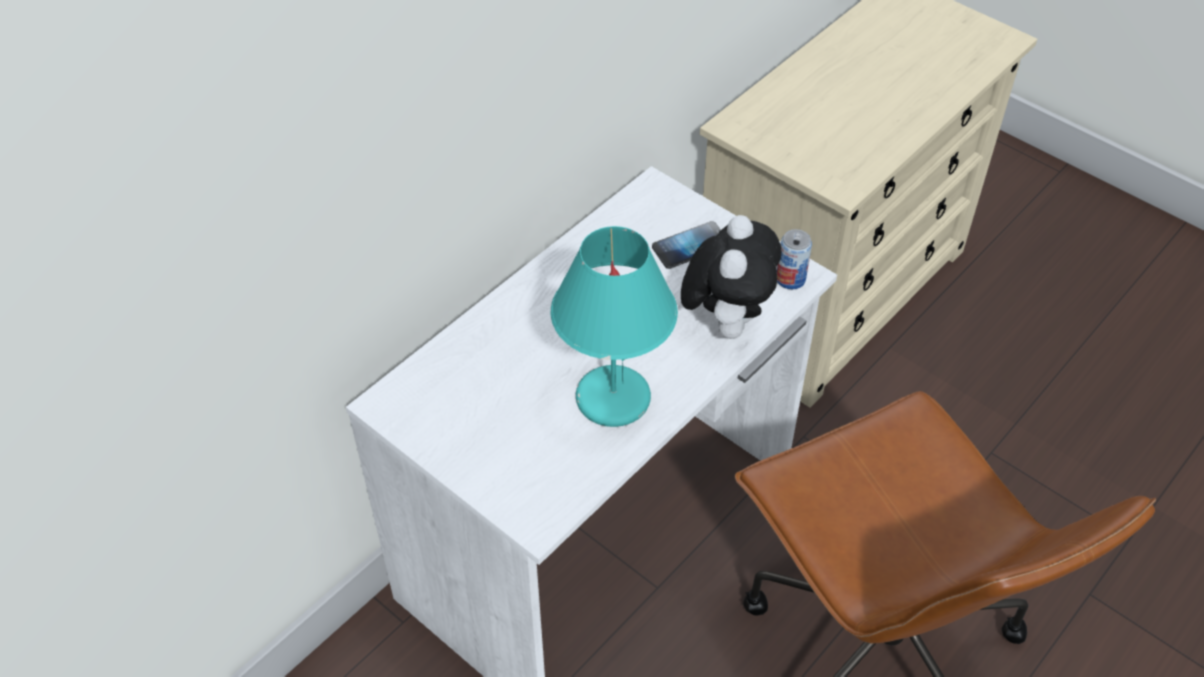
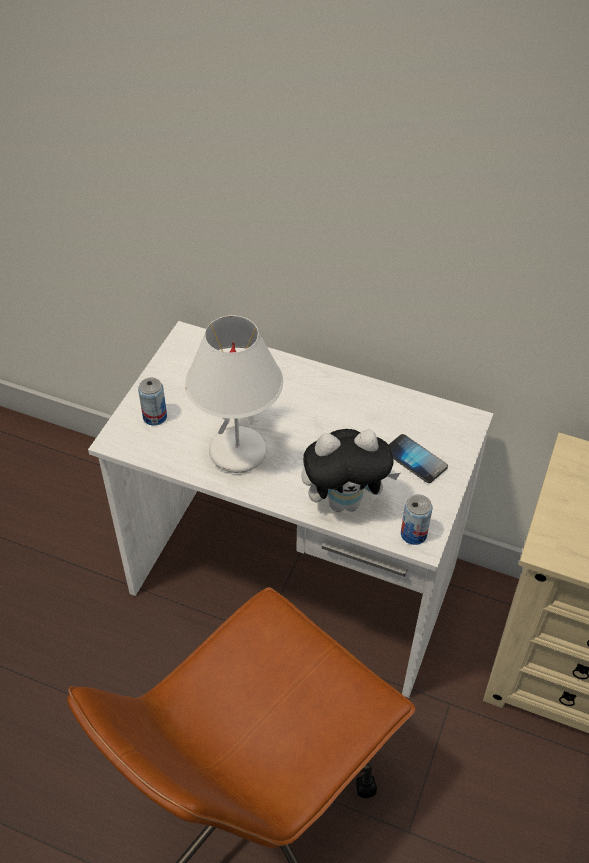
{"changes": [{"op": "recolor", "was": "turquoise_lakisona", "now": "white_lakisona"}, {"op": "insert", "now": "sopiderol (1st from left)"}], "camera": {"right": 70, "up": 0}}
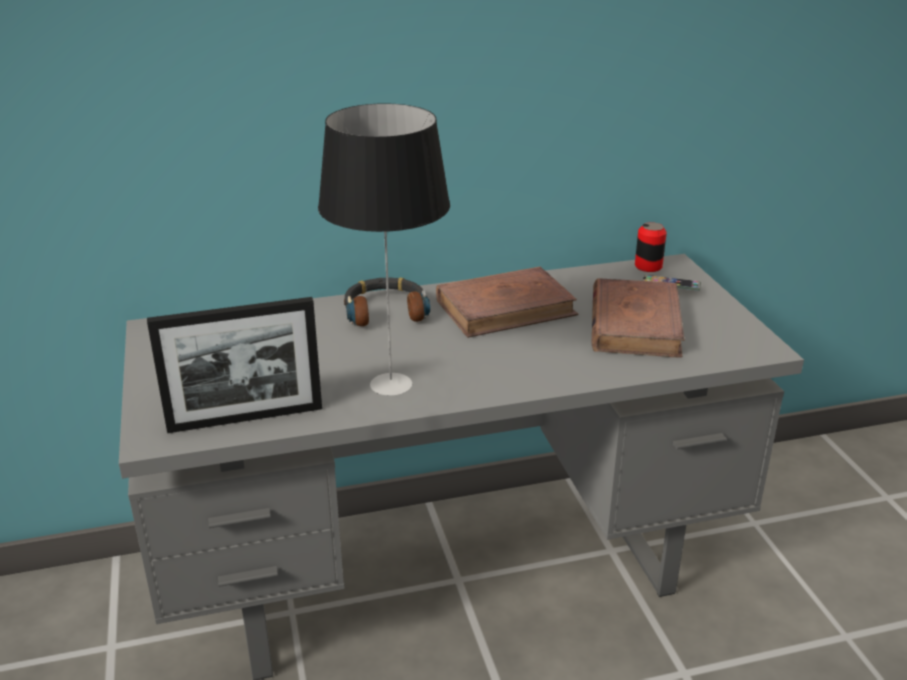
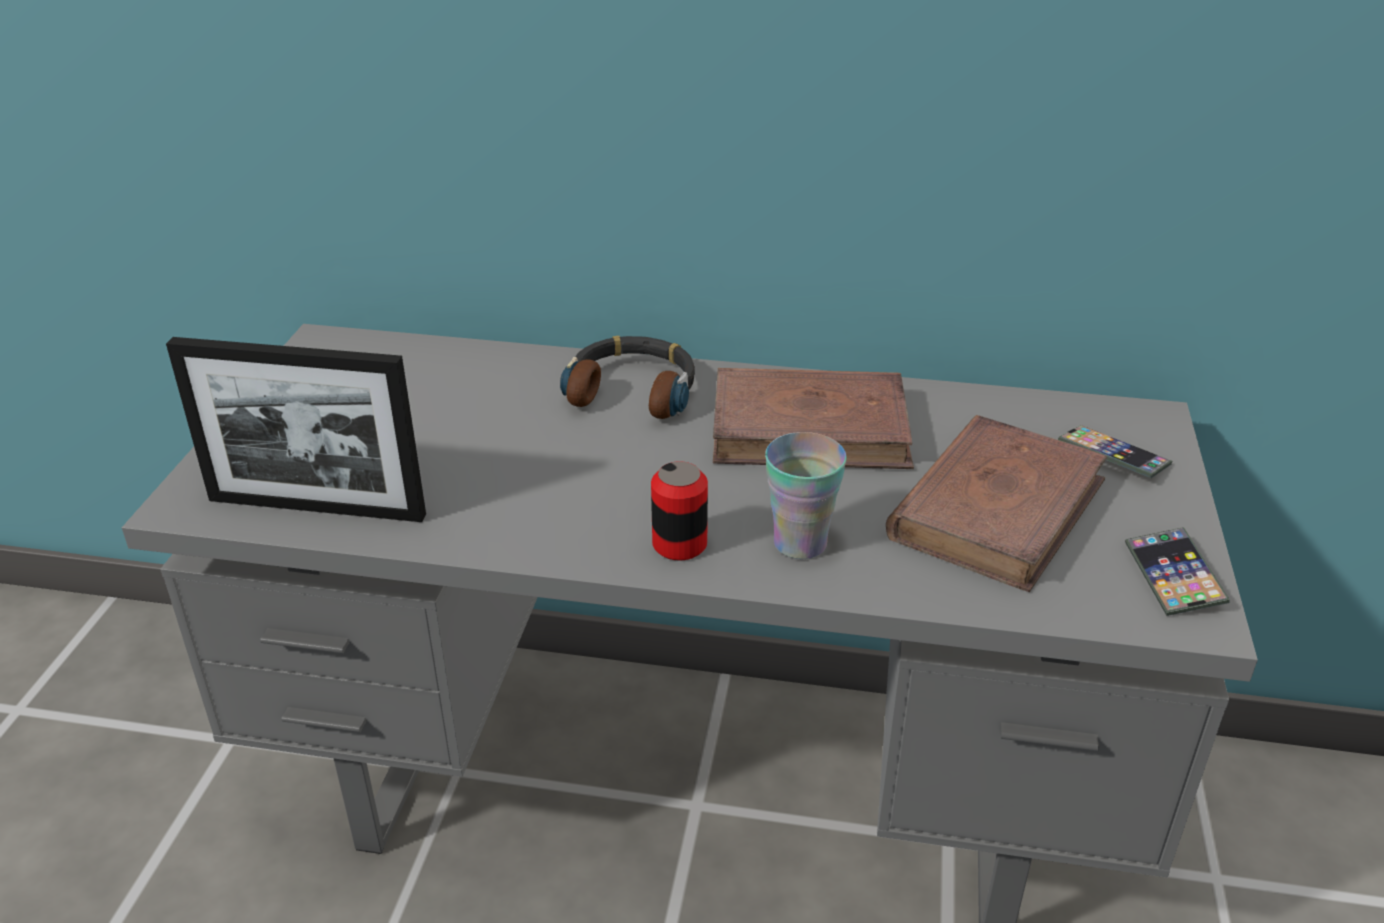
{"changes": [{"op": "delete", "was": "lakisona"}, {"op": "move", "was": "sopiderol"}, {"op": "insert", "now": "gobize"}, {"op": "insert", "now": "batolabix (2nd from left)"}], "camera": {"right": 25, "up": 5}}
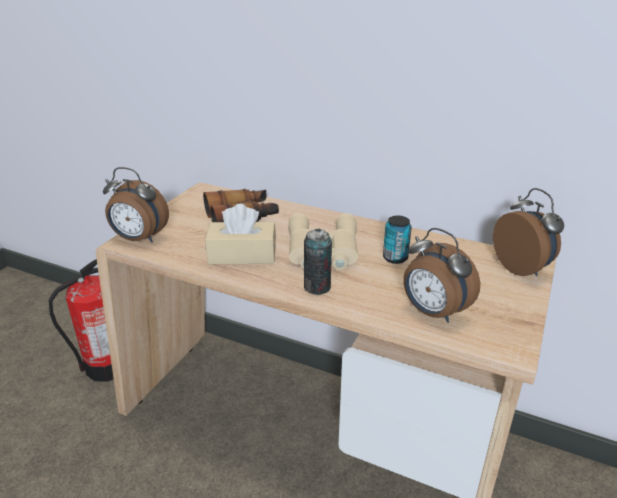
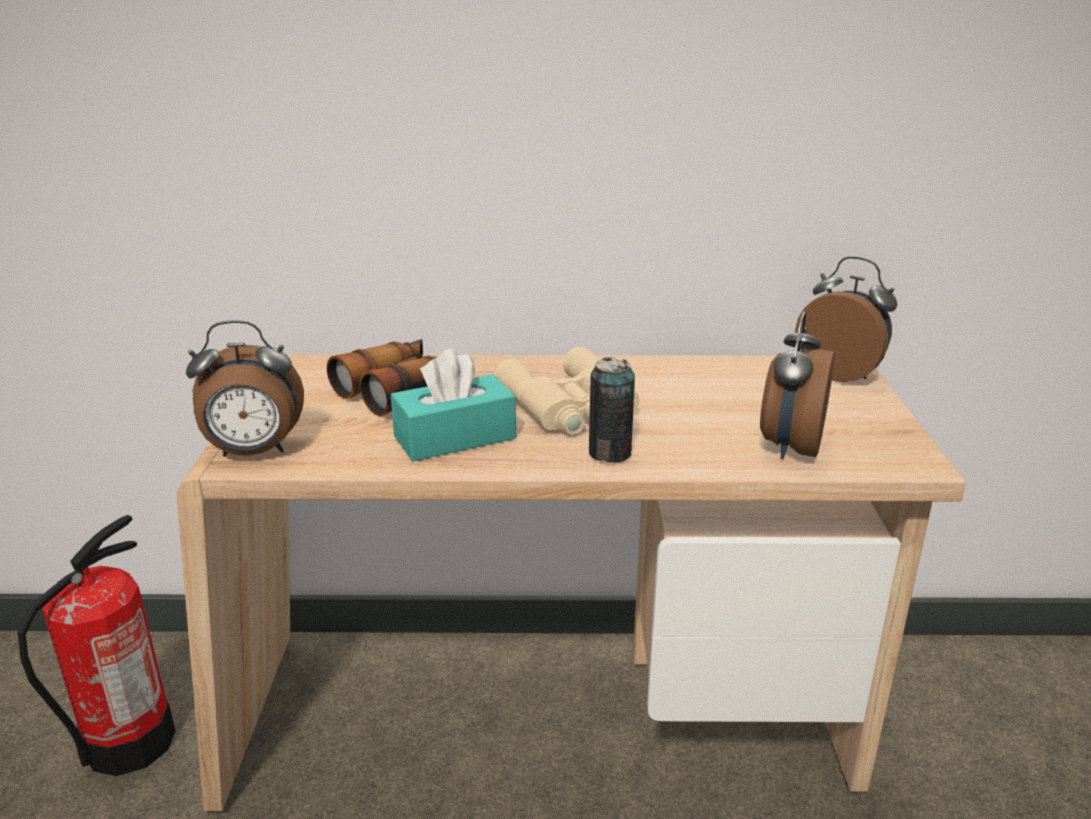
{"changes": [{"op": "recolor", "was": "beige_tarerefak", "now": "turquoise_tarerefak"}, {"op": "delete", "was": "sopiderol (2nd from left)"}, {"op": "rotate", "was": "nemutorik (2nd from left)", "clockwise": 90}], "camera": {"right": -25, "up": -5}}
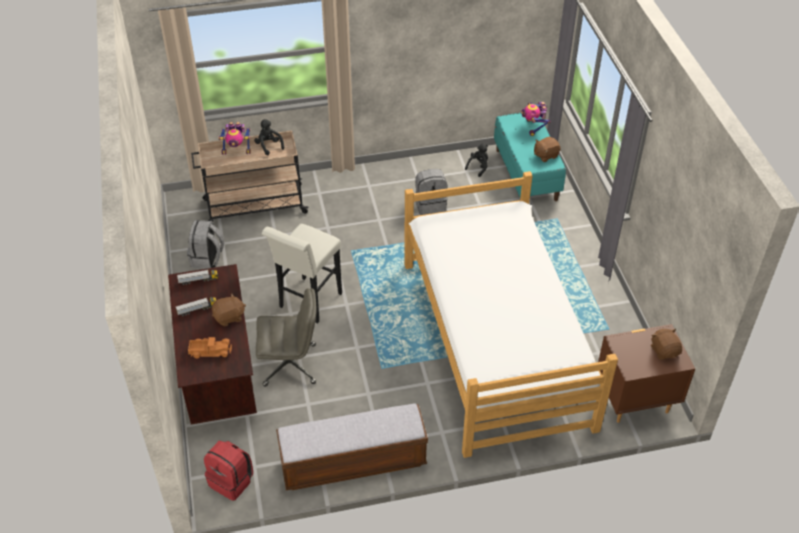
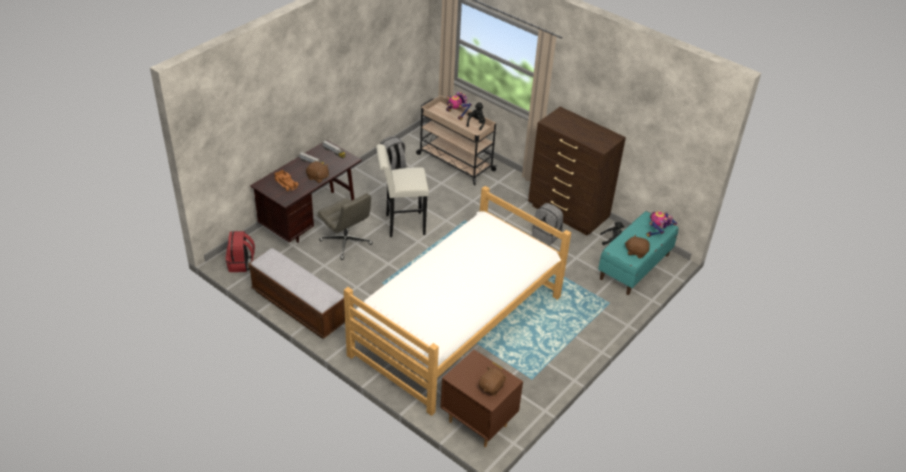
{"changes": [{"op": "insert", "now": "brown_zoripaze"}], "camera": {"right": 50, "up": -5}}
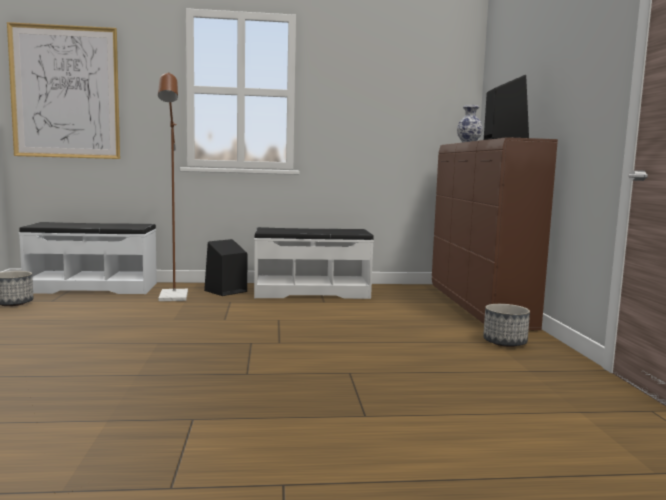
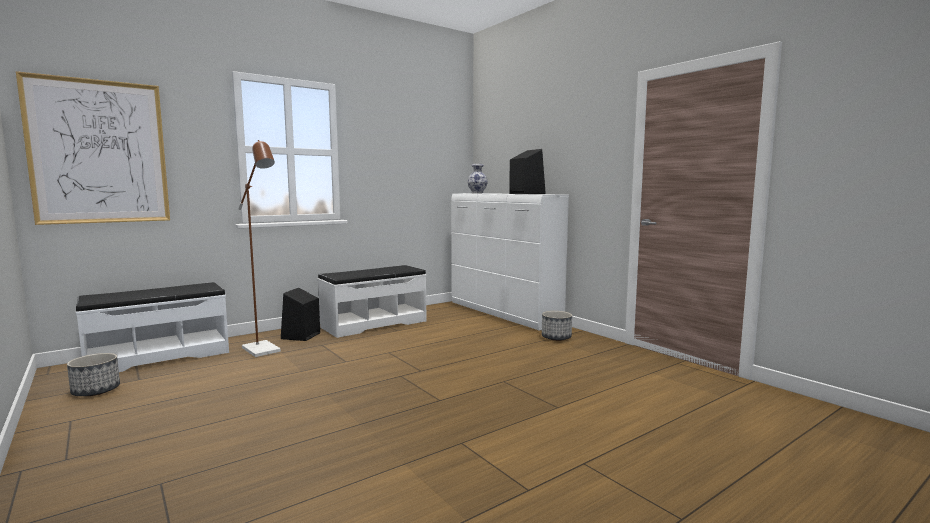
{"changes": [{"op": "recolor", "was": "brown_zoripaze", "now": "white_zoripaze"}], "camera": {"right": -30, "up": 0}}
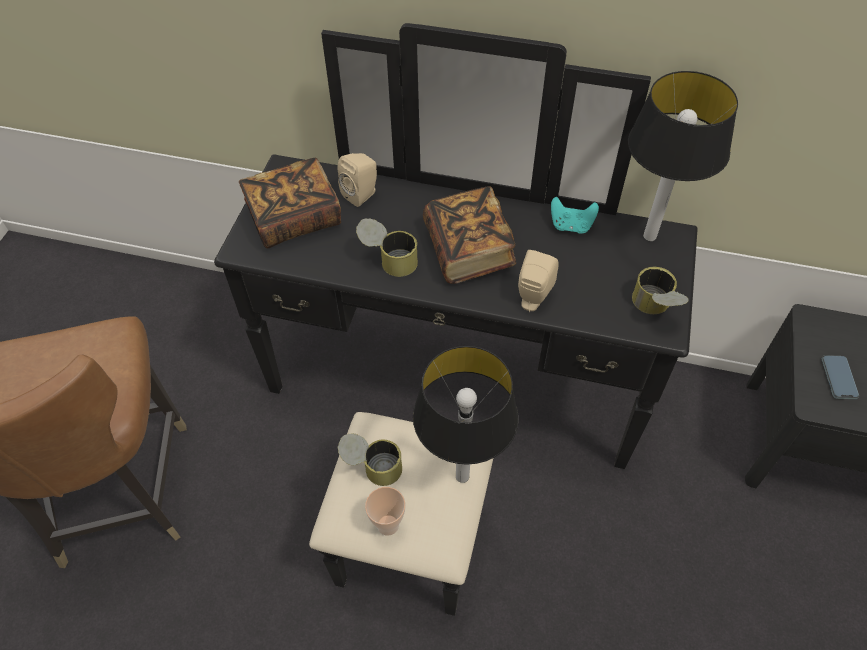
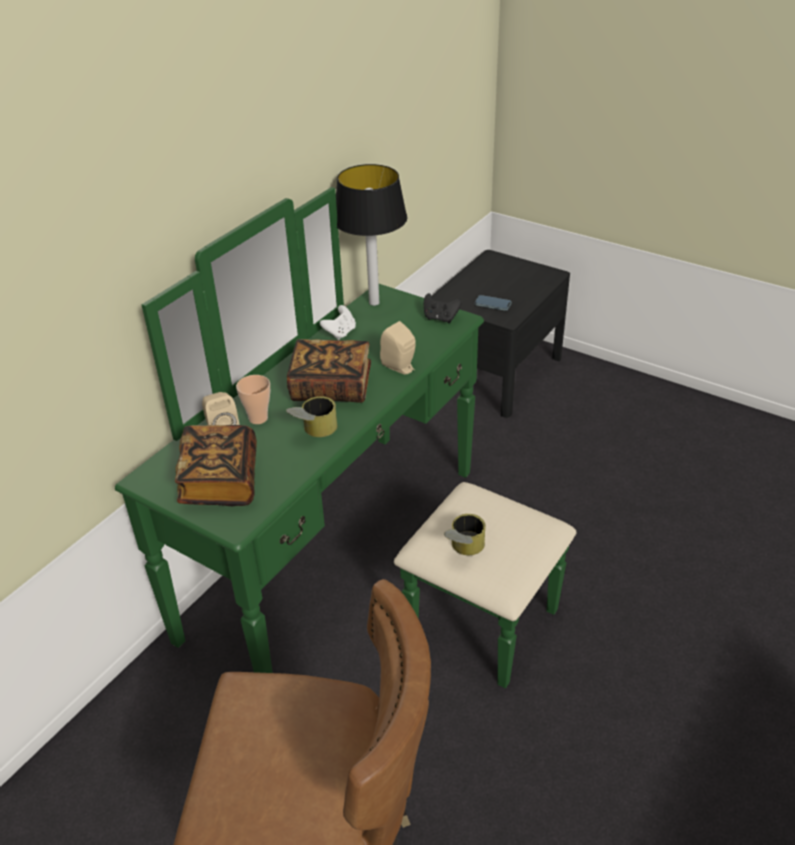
{"changes": [{"op": "recolor", "was": "black_zoripaze", "now": "green_zoripaze"}, {"op": "move", "was": "gobize"}, {"op": "delete", "was": "lakisona (1st from left)"}, {"op": "recolor", "was": "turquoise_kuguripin", "now": "white_kuguripin"}, {"op": "replace", "was": "sopiderol (3rd from left)", "now": "black_kuguripin"}], "camera": {"right": -70, "up": -15}}
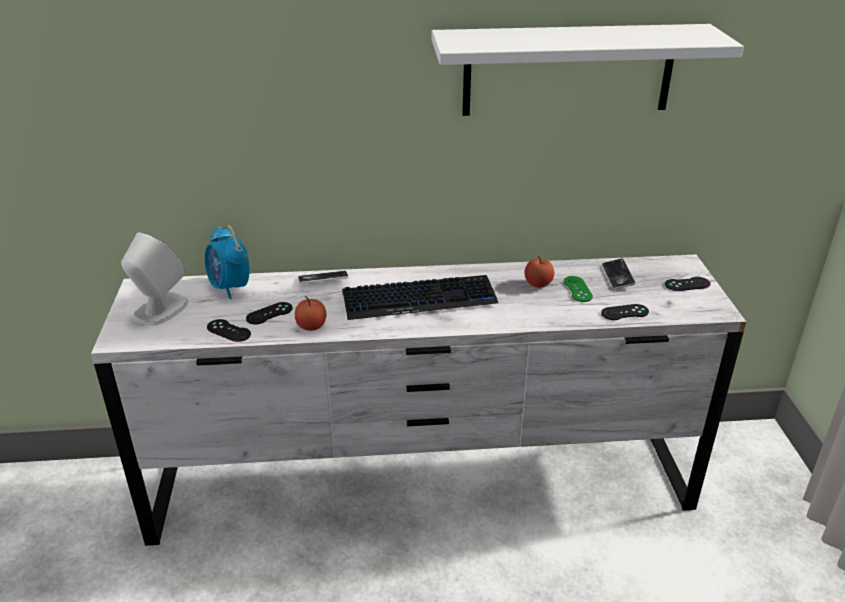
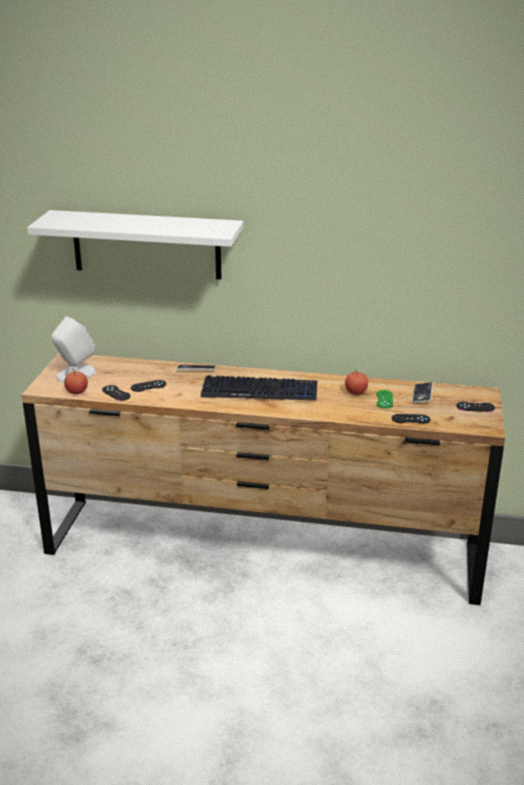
{"changes": [{"op": "recolor", "was": "white_zoripaze", "now": "brown_zoripaze"}, {"op": "delete", "was": "nemutorik"}, {"op": "move", "was": "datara (1st from left)"}, {"op": "move", "was": "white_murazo"}], "camera": {"right": 15, "up": -5}}
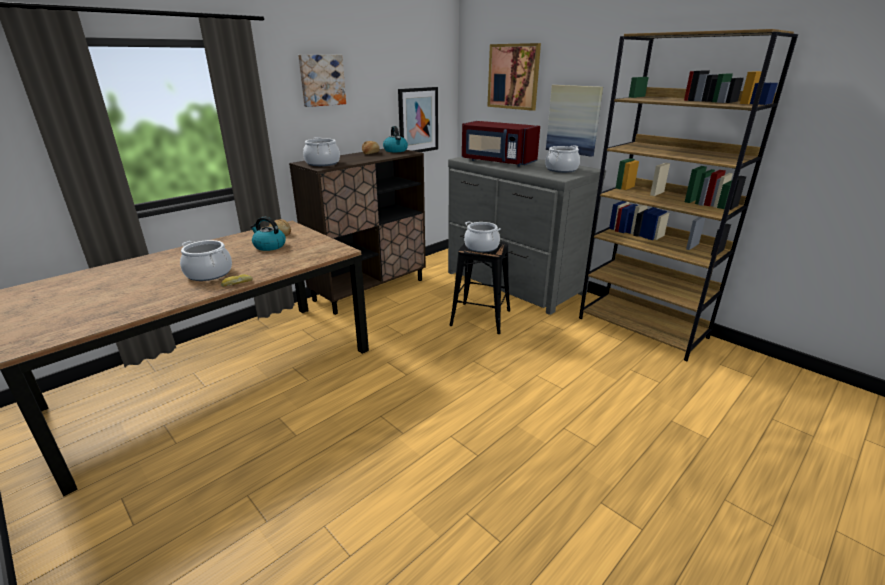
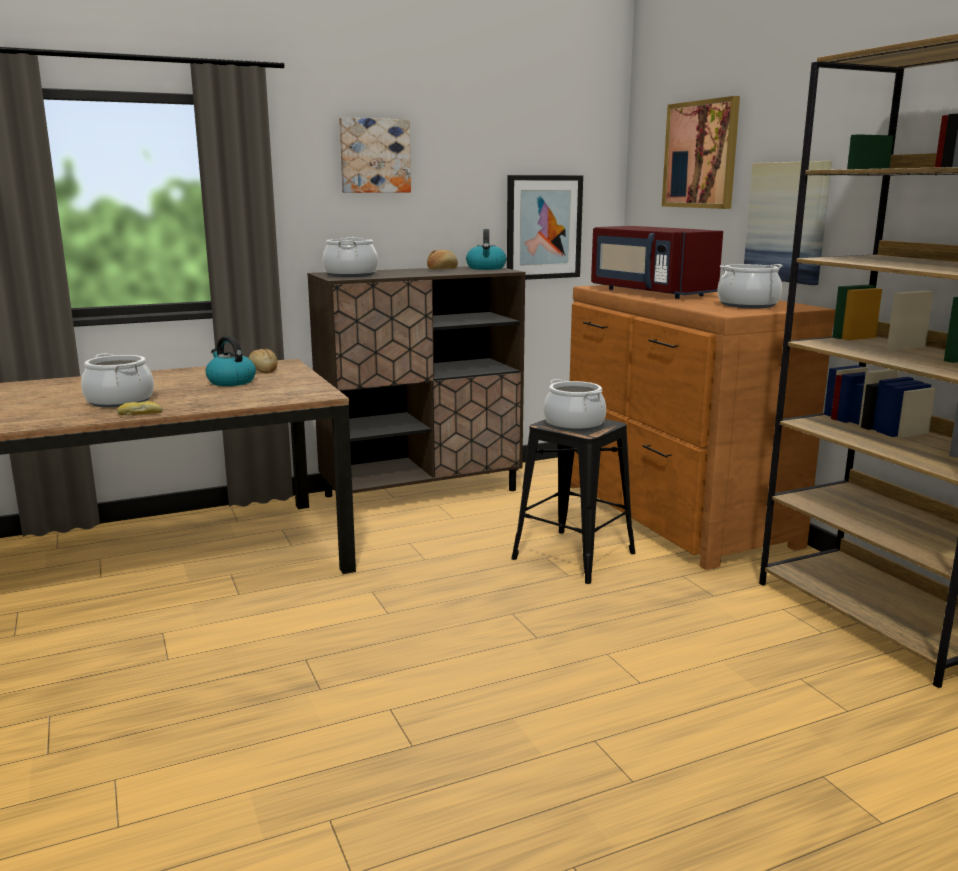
{"changes": [{"op": "recolor", "was": "grey_zoripaze", "now": "brown_zoripaze"}], "camera": {"right": 20, "up": -10}}
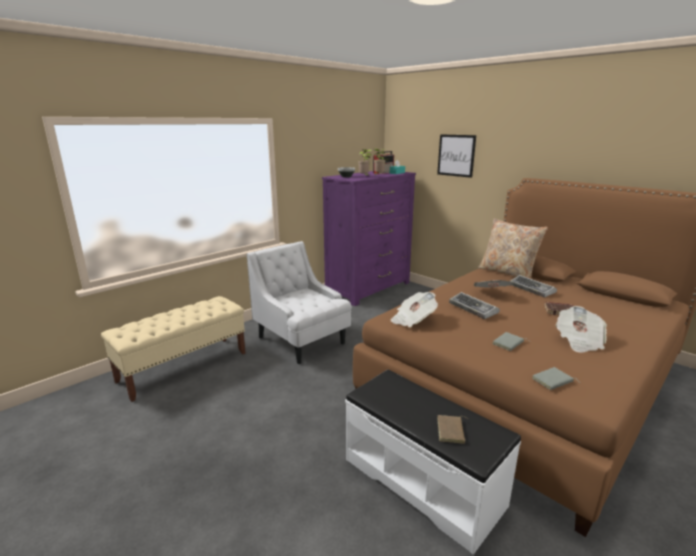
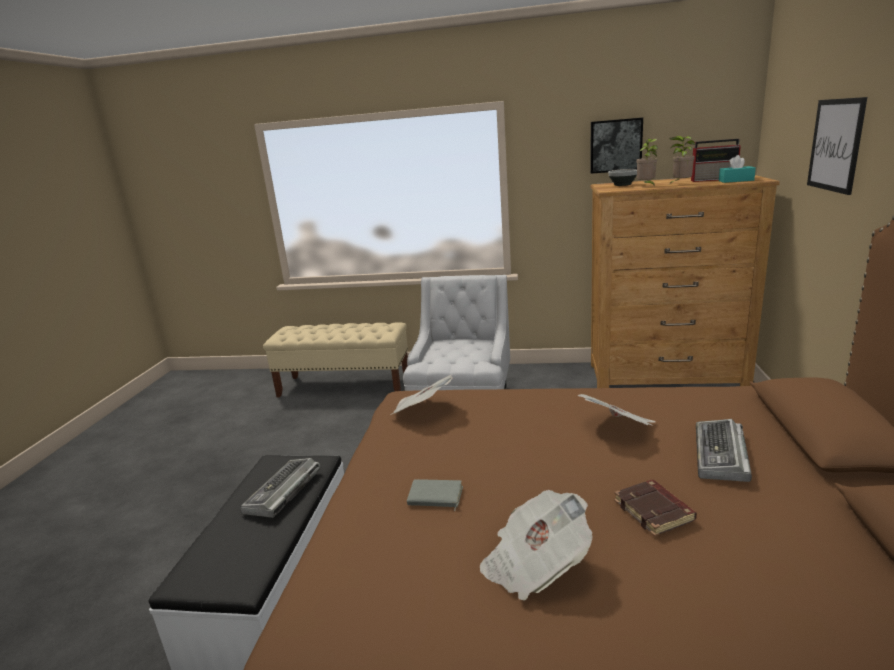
{"changes": [{"op": "recolor", "was": "purple_zoripaze", "now": "brown_zoripaze"}, {"op": "delete", "was": "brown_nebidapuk (1st from left)"}, {"op": "move", "was": "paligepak (1st from left)"}, {"op": "delete", "was": "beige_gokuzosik"}, {"op": "delete", "was": "grey_nebidapuk (2nd from left)"}, {"op": "insert", "now": "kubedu (1st from left)"}], "camera": {"right": 55, "up": 0}}
